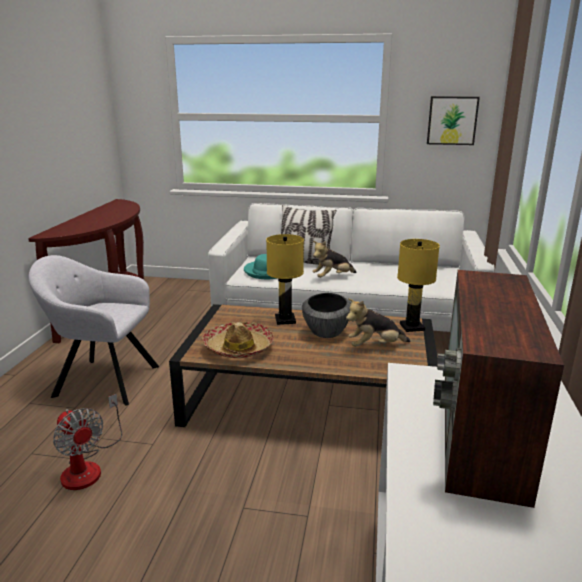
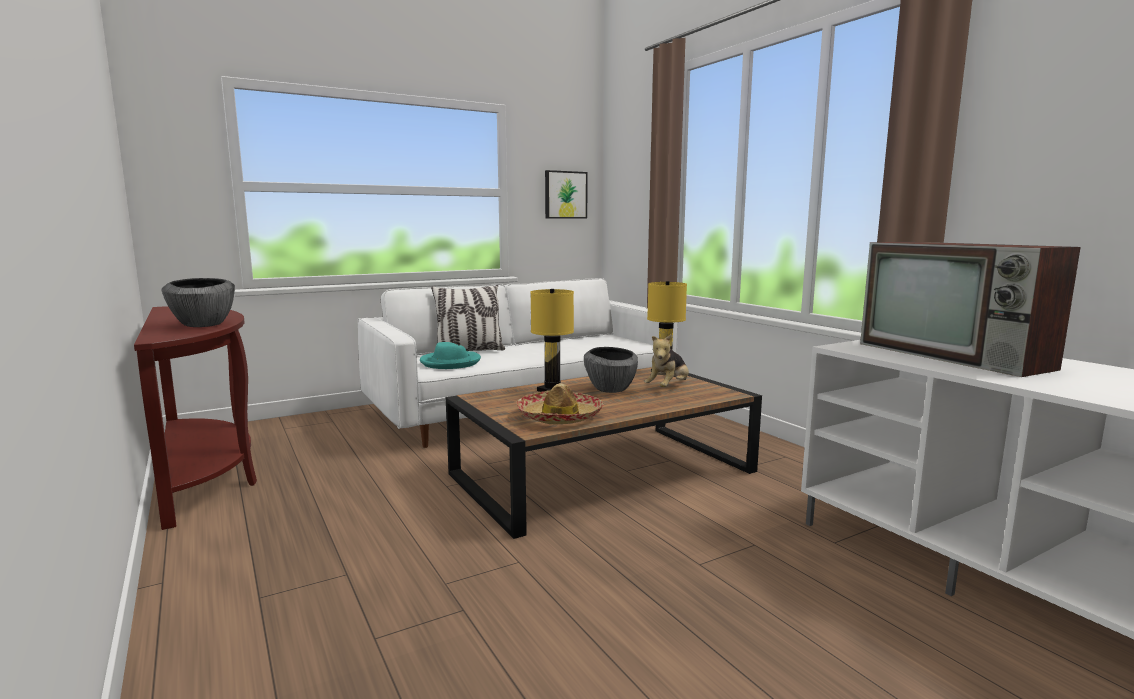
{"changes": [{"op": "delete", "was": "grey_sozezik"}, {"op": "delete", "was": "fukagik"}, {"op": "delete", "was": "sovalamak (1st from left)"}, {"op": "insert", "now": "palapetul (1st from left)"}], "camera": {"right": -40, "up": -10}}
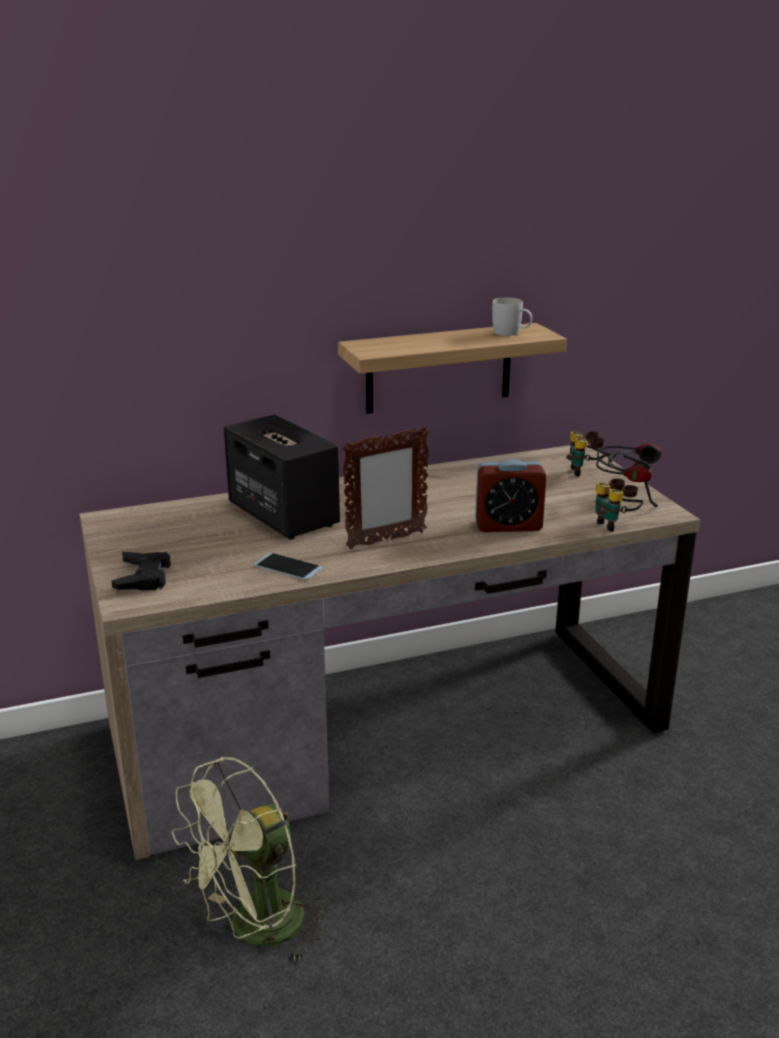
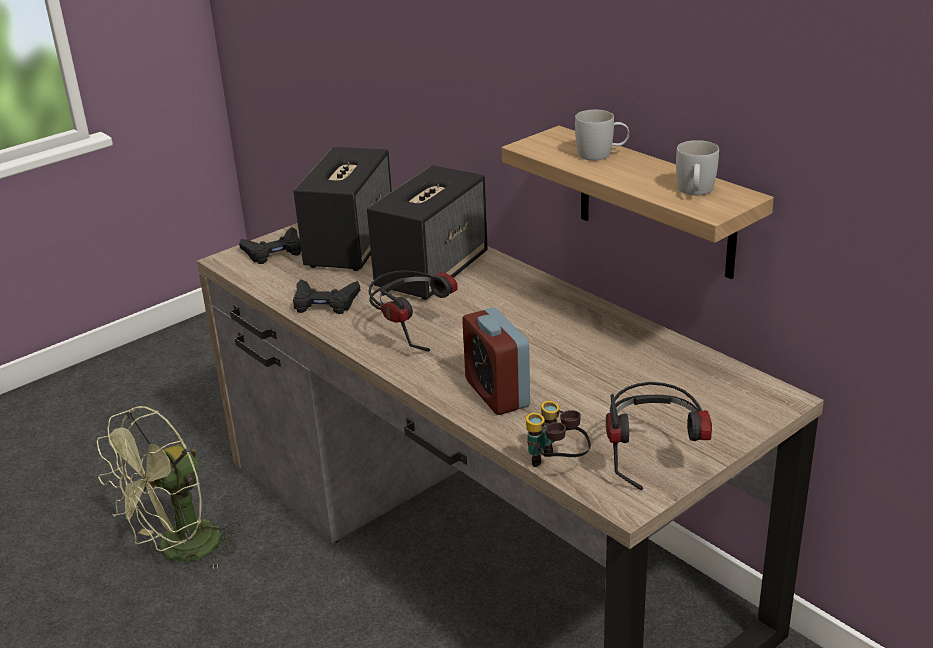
{"changes": [{"op": "rotate", "was": "green_fukagik", "clockwise": -75}, {"op": "replace", "was": "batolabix", "now": "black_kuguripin (2nd from left)"}, {"op": "replace", "was": "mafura", "now": "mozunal (1st from left)"}, {"op": "delete", "was": "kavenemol (1st from left)"}, {"op": "insert", "now": "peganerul (1st from left)"}, {"op": "insert", "now": "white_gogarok (1st from left)"}], "camera": {"right": 70, "up": 5}}
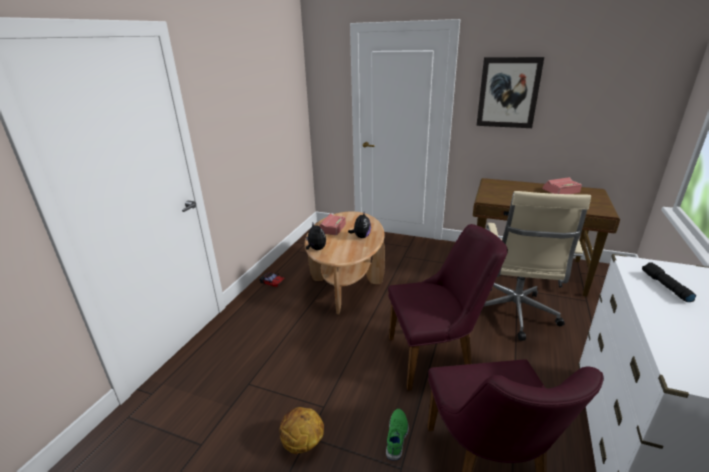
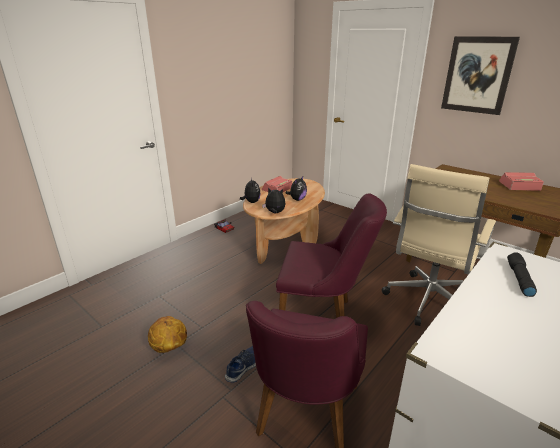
{"changes": [{"op": "recolor", "was": "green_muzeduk", "now": "blue_muzeduk"}, {"op": "insert", "now": "sovalamak (2nd from left)"}], "camera": {"right": 20, "up": 0}}
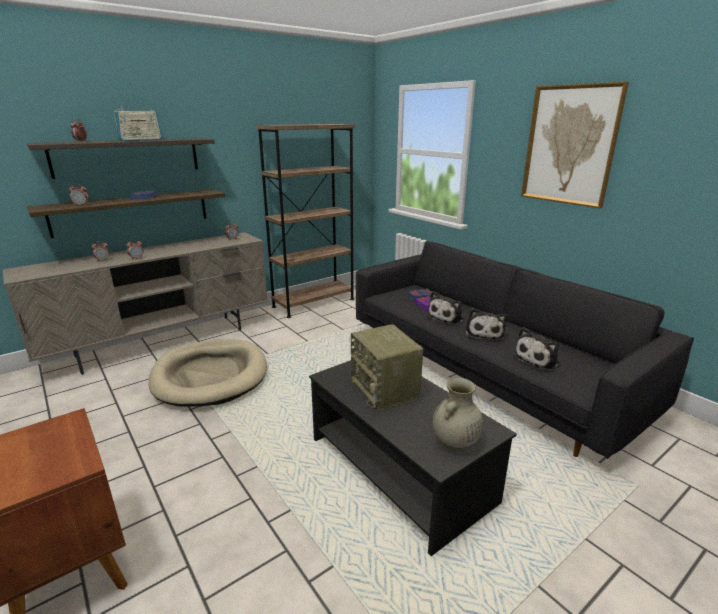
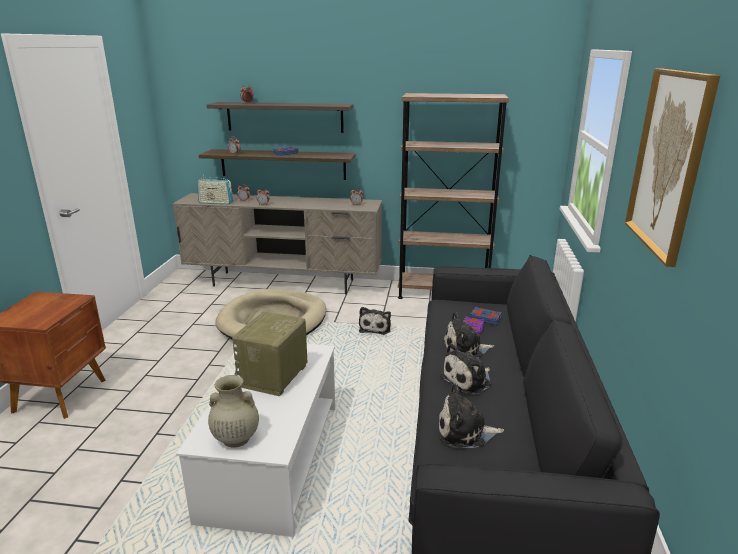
{"changes": [{"op": "move", "was": "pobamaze (1st from left)"}, {"op": "recolor", "was": "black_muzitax", "now": "white_muzitax"}, {"op": "insert", "now": "sovalamak (1st from left)"}], "camera": {"right": 45, "up": 0}}
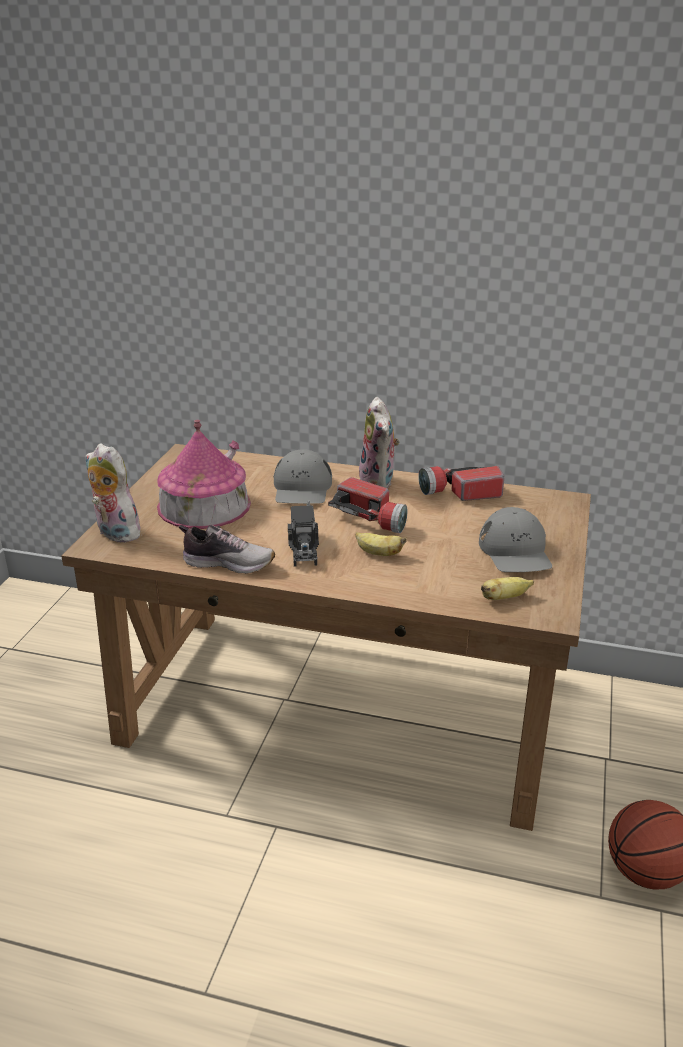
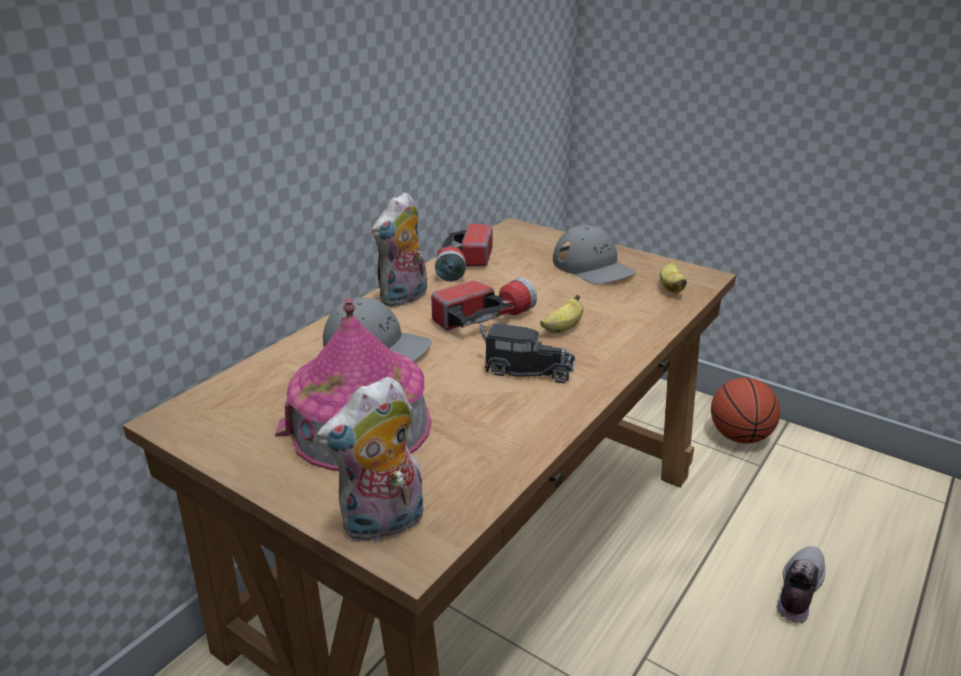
{"changes": [{"op": "move", "was": "muzeduk"}, {"op": "rotate", "was": "sovalamak (2nd from left)", "clockwise": 120}, {"op": "rotate", "was": "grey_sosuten (2nd from left)", "clockwise": 45}], "camera": {"right": -70, "up": 0}}
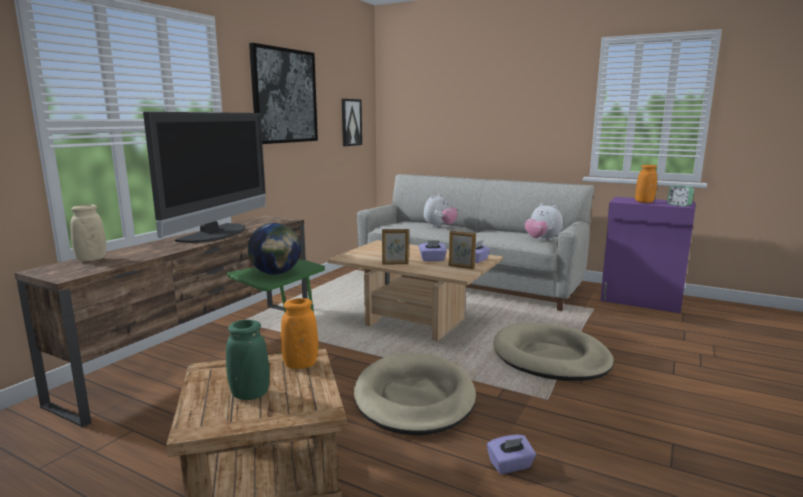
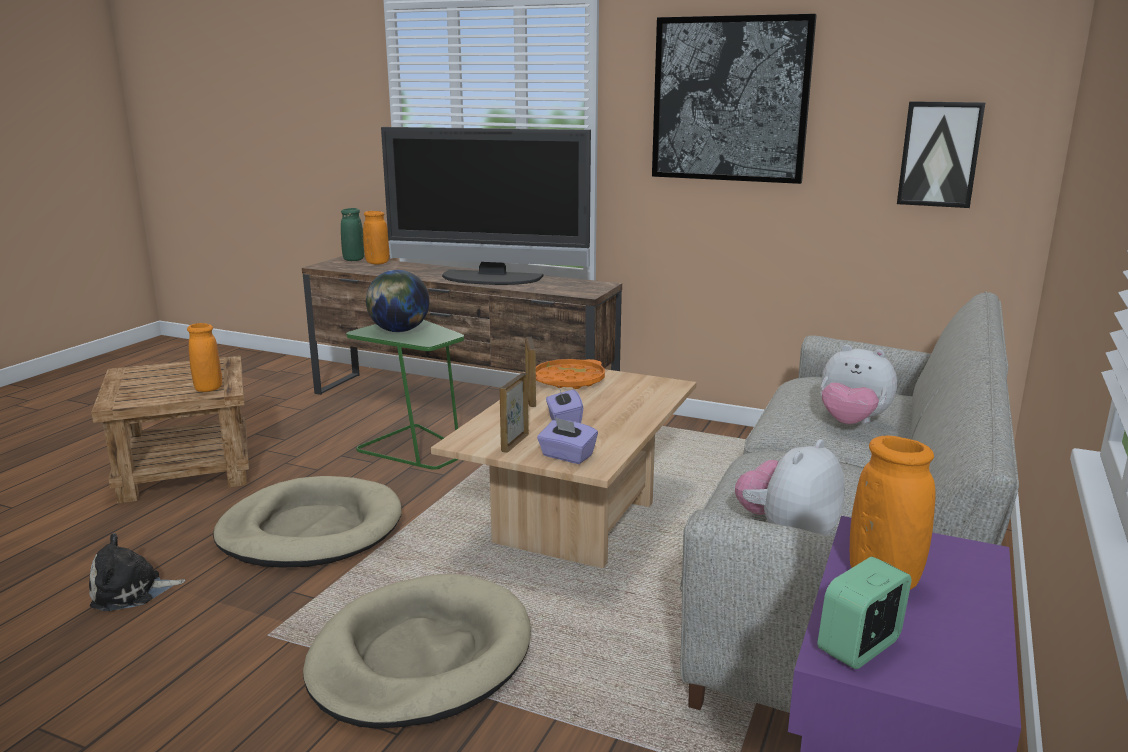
{"changes": [{"op": "recolor", "was": "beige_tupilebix", "now": "orange_tupilebix (2nd from left)"}, {"op": "move", "was": "green_tupilebix"}, {"op": "replace", "was": "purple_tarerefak (3rd from left)", "now": "sovalamak (1st from left)"}, {"op": "insert", "now": "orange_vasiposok"}], "camera": {"right": 85, "up": 5}}
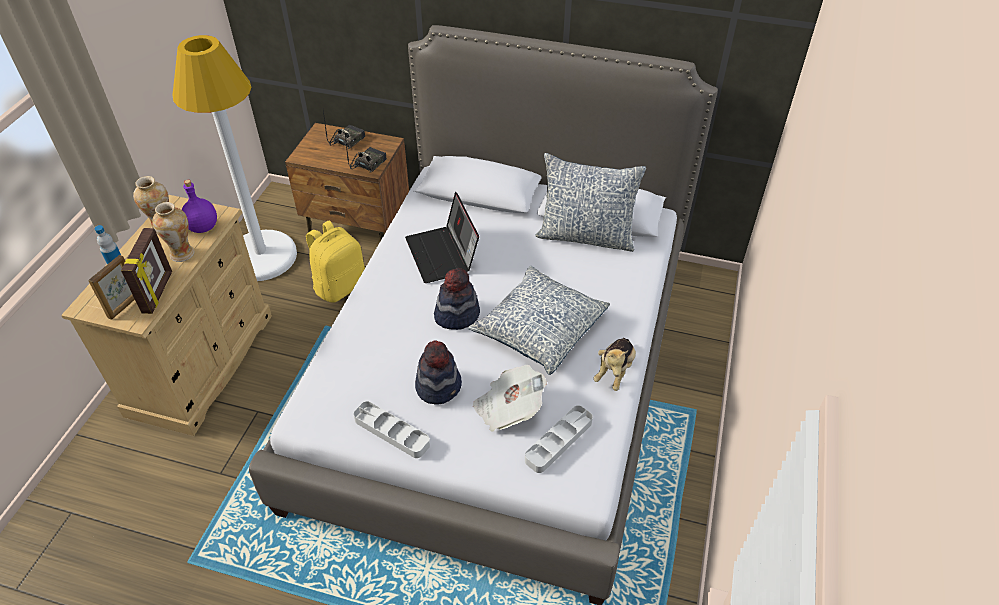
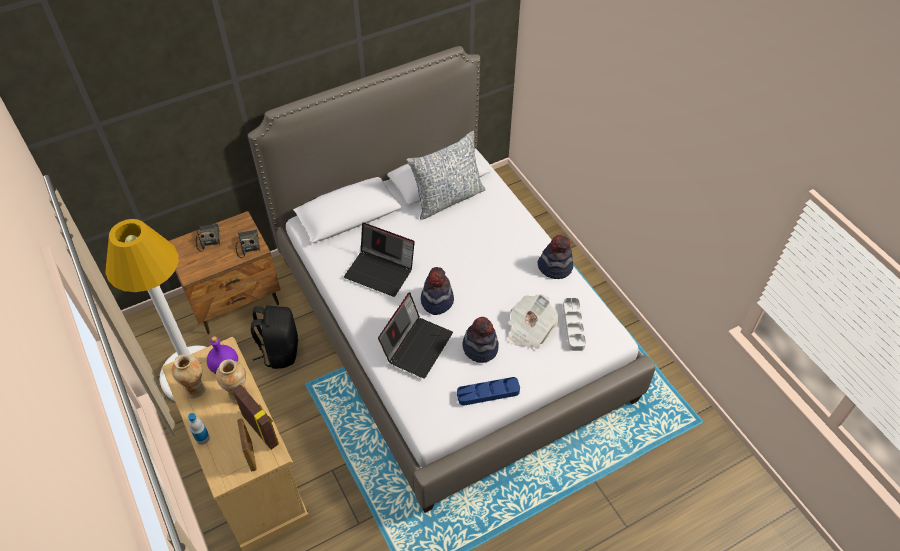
{"changes": [{"op": "recolor", "was": "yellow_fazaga", "now": "black_fazaga"}, {"op": "recolor", "was": "grey_vasiposok (1st from left)", "now": "blue_vasiposok"}, {"op": "delete", "was": "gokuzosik (1st from left)"}, {"op": "replace", "was": "sovalamak", "now": "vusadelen (3rd from left)"}, {"op": "insert", "now": "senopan (2nd from left)"}], "camera": {"right": -45, "up": 5}}
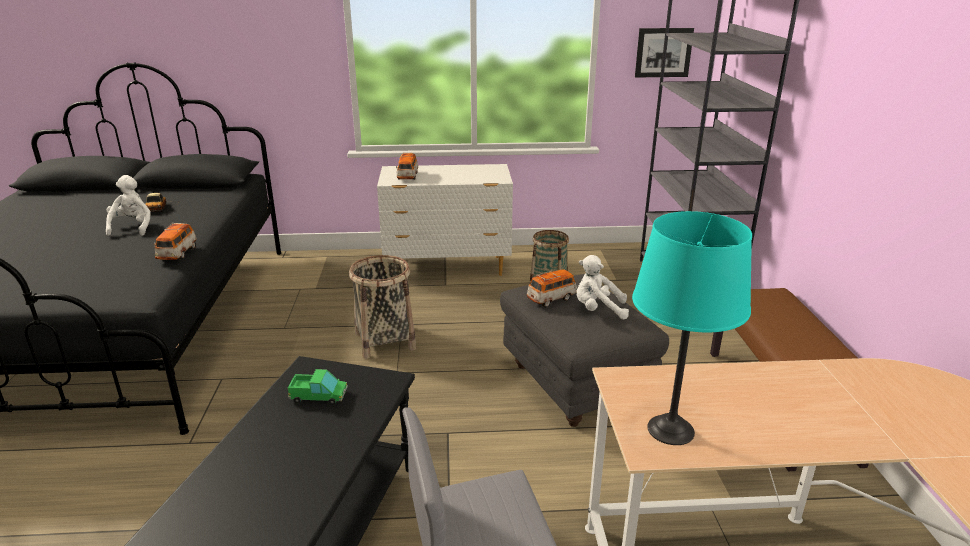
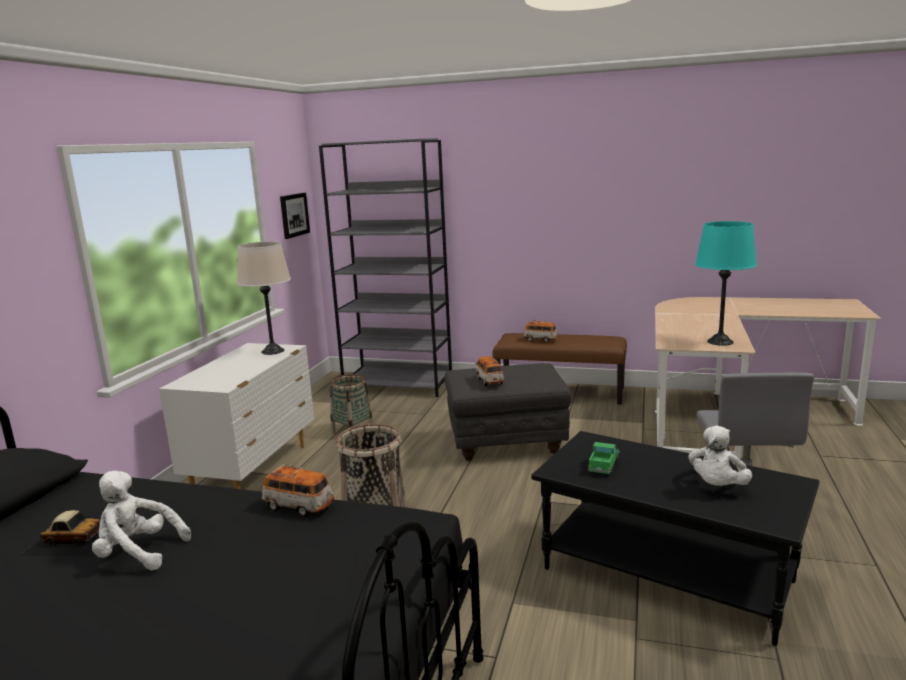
{"changes": [{"op": "move", "was": "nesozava (3rd from left in the first image)", "now": "nesozava (4th from left)"}, {"op": "move", "was": "white_sovalamak (2nd from left)"}, {"op": "insert", "now": "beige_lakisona"}], "camera": {"right": -70, "up": -10}}
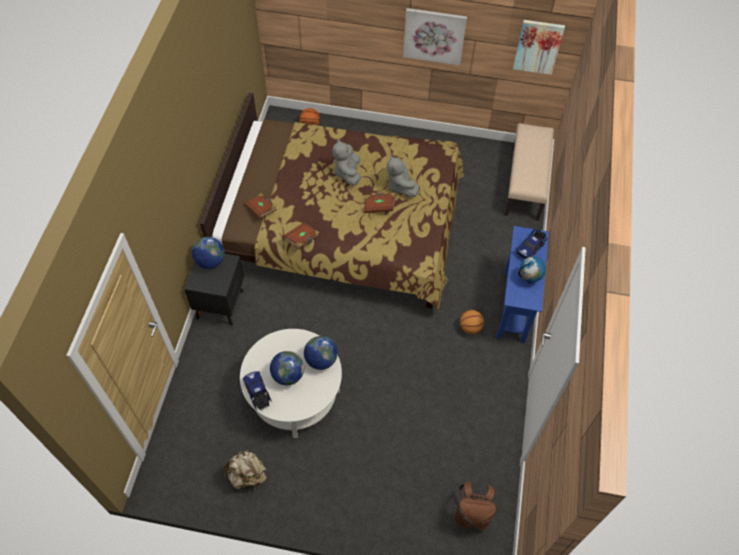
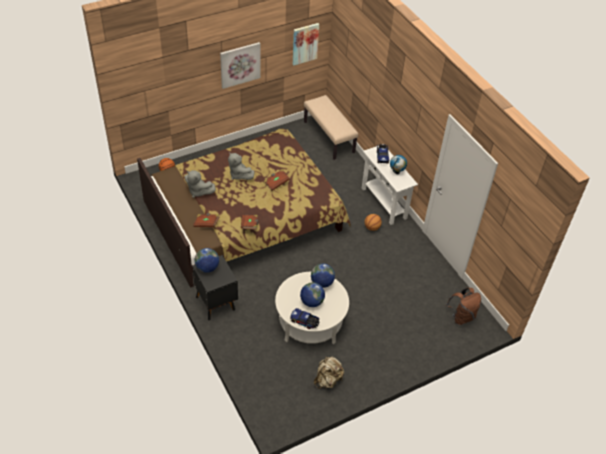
{"changes": [{"op": "move", "was": "grey_sovalamak (2nd from left in the first image)", "now": "grey_sovalamak (1st from left)"}, {"op": "recolor", "was": "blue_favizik", "now": "white_favizik"}], "camera": {"right": -40, "up": -10}}
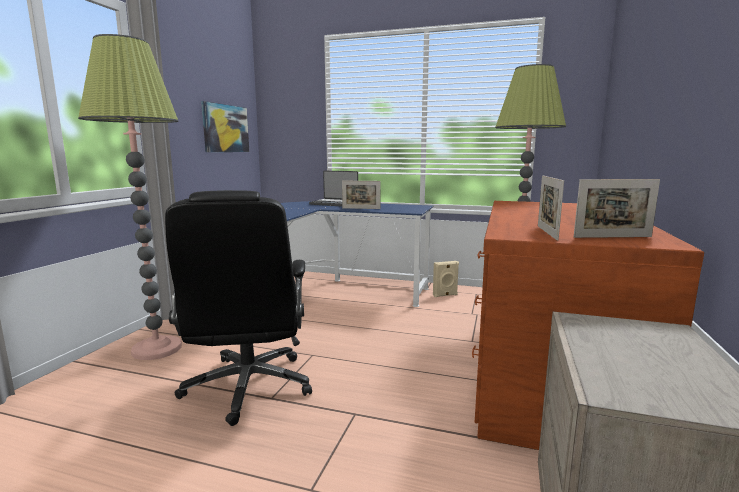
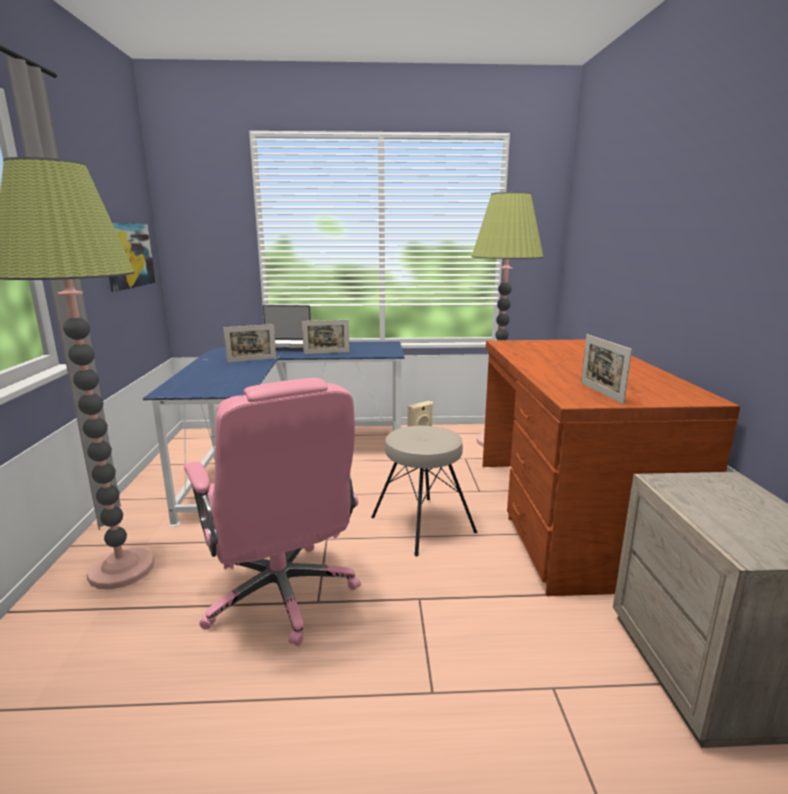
{"changes": [{"op": "recolor", "was": "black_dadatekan", "now": "pink_dadatekan"}, {"op": "move", "was": "mafura (3rd from left in the first image)", "now": "mafura (1st from left)"}, {"op": "insert", "now": "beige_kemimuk"}], "camera": {"right": -20, "up": 5}}
